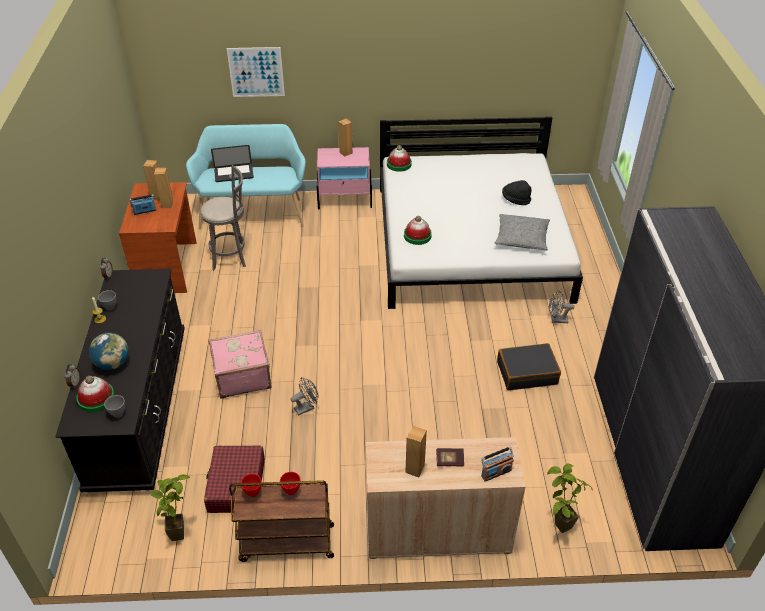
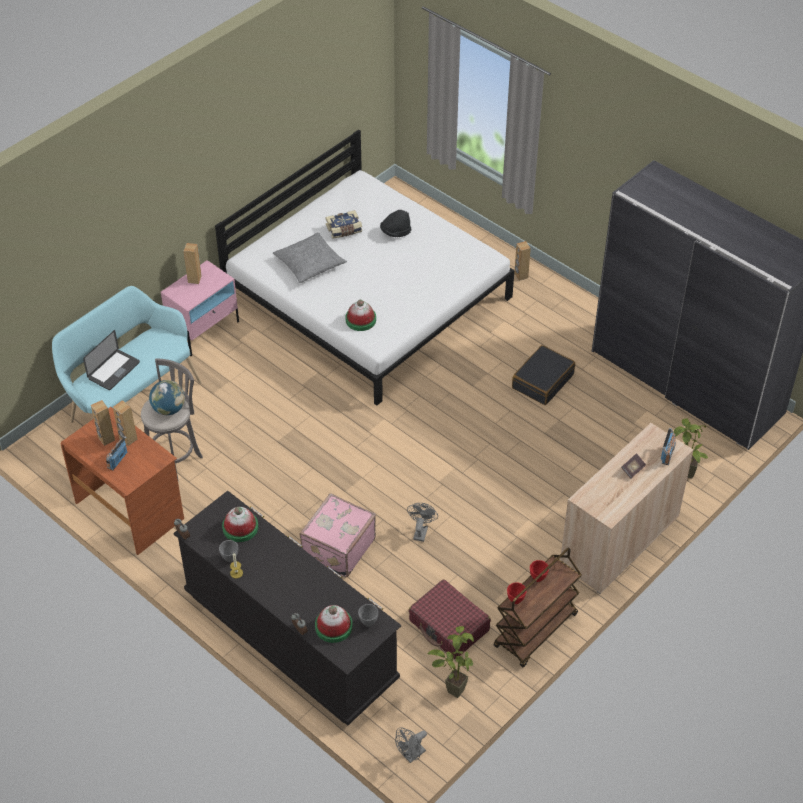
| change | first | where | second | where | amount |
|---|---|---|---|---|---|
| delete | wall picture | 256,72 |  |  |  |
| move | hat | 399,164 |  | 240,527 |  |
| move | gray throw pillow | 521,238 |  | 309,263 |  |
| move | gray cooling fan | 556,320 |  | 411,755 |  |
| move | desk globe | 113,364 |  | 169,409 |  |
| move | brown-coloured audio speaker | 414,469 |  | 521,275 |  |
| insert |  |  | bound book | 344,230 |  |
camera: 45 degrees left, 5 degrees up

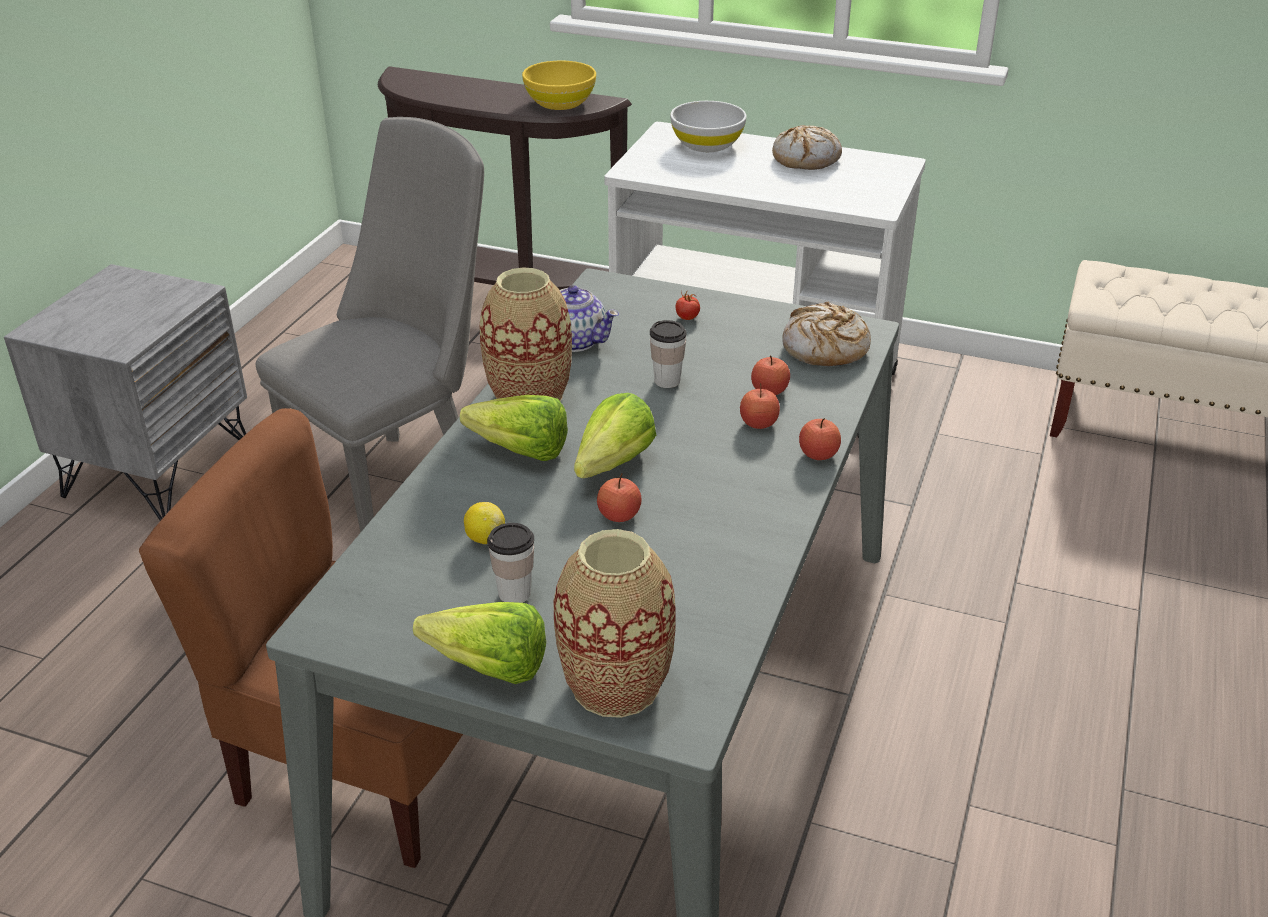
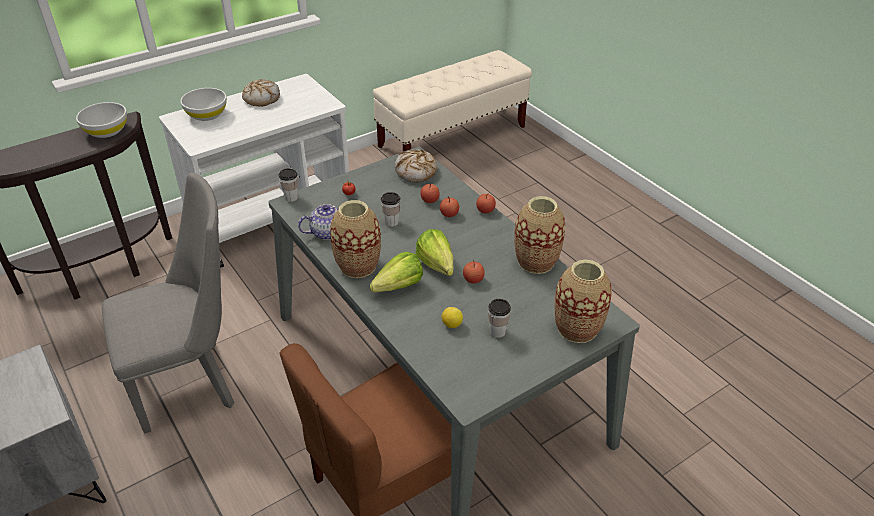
| change | first | where | second | where | amount |
|---|---|---|---|---|---|
| recolor | yellow-coloured bowl | 559,103 | whitish bowl | 106,131 |  |
| rotate | gray chair | 397,482 |  | 192,382 | 75 degrees clockwise |
| delete | head of lettuce | 480,664 |  |  |  |
| insert |  |  | cup | 291,198 |  |
| insert |  |  | decorative vase | 536,261 |  |
camera: 55 degrees left, 5 degrees up

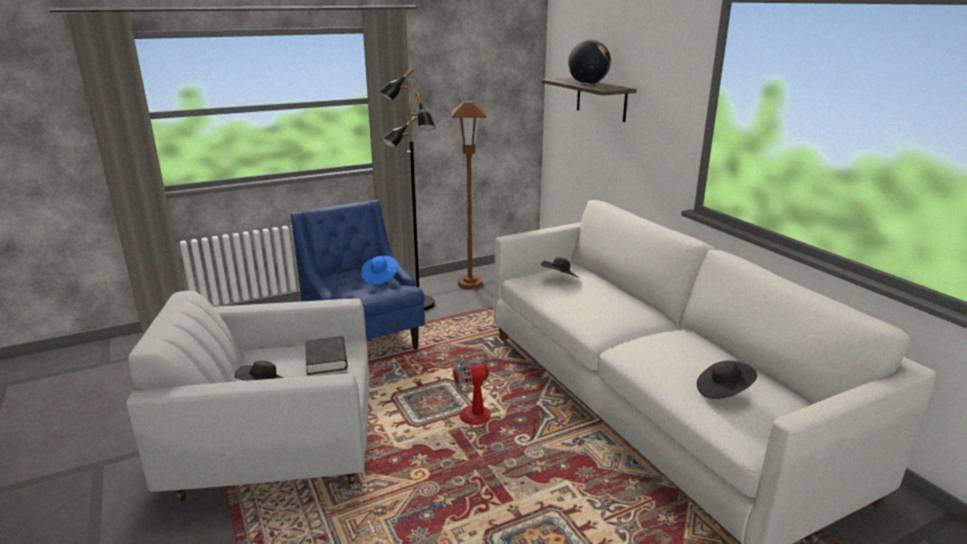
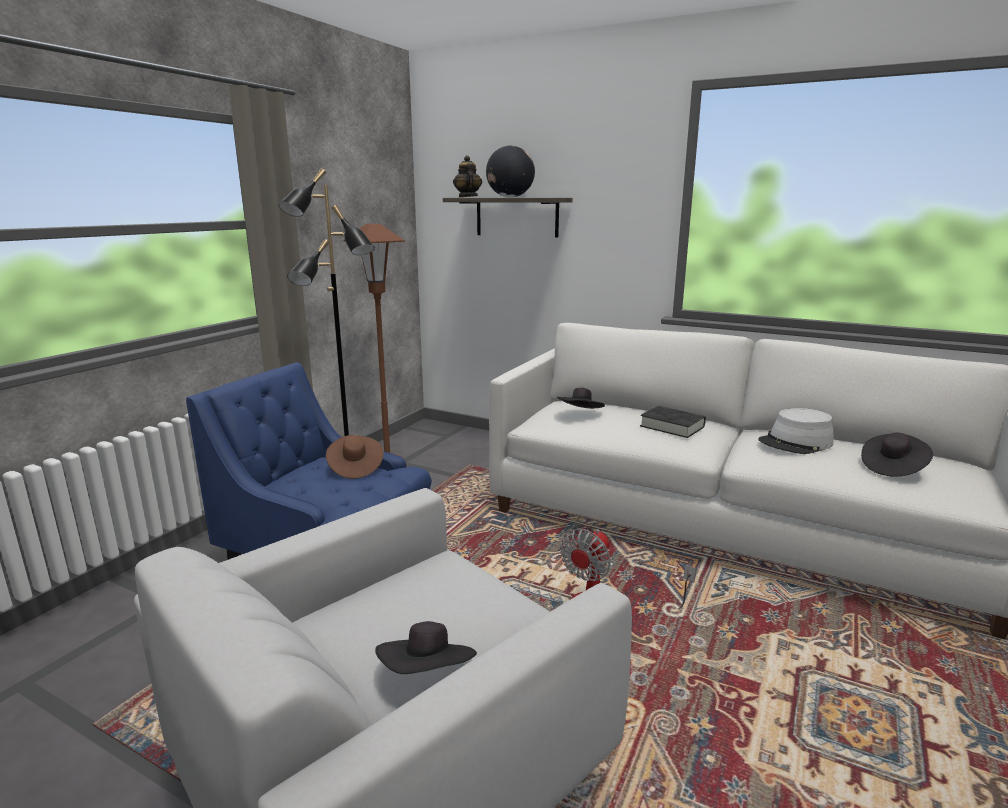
| change | first | where | second | where | amount |
|---|---|---|---|---|---|
| recolor | blue-coloured hat | 380,278 | brown-coloured hat | 355,468 |  |
| move | blackish bound book | 326,359 |  | 672,426 |  |
| insert |  |  | tea pot | 467,197 |  |
| insert |  |  | gray hat | 796,442 |  |
camera: 35 degrees left, 5 degrees down

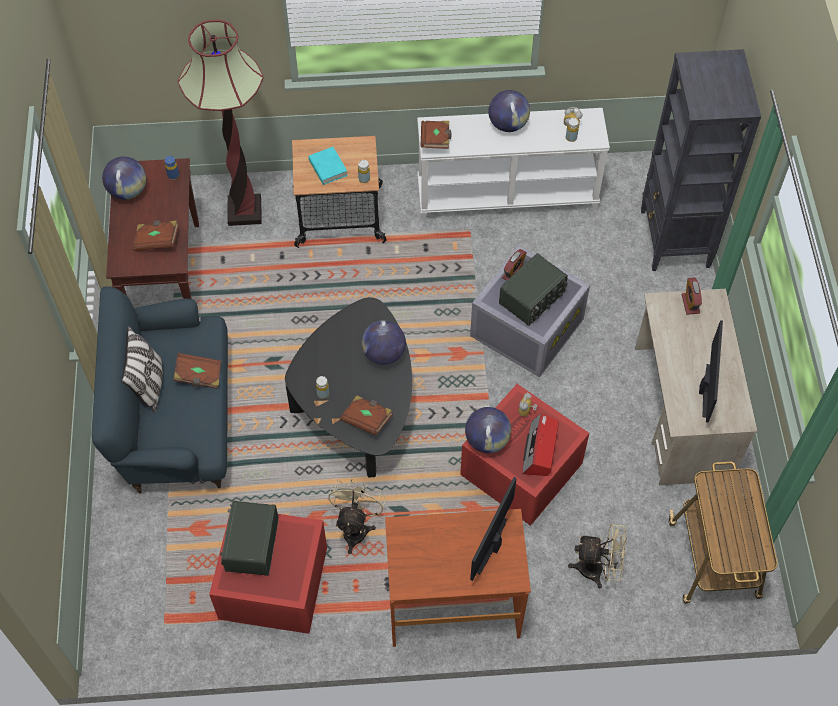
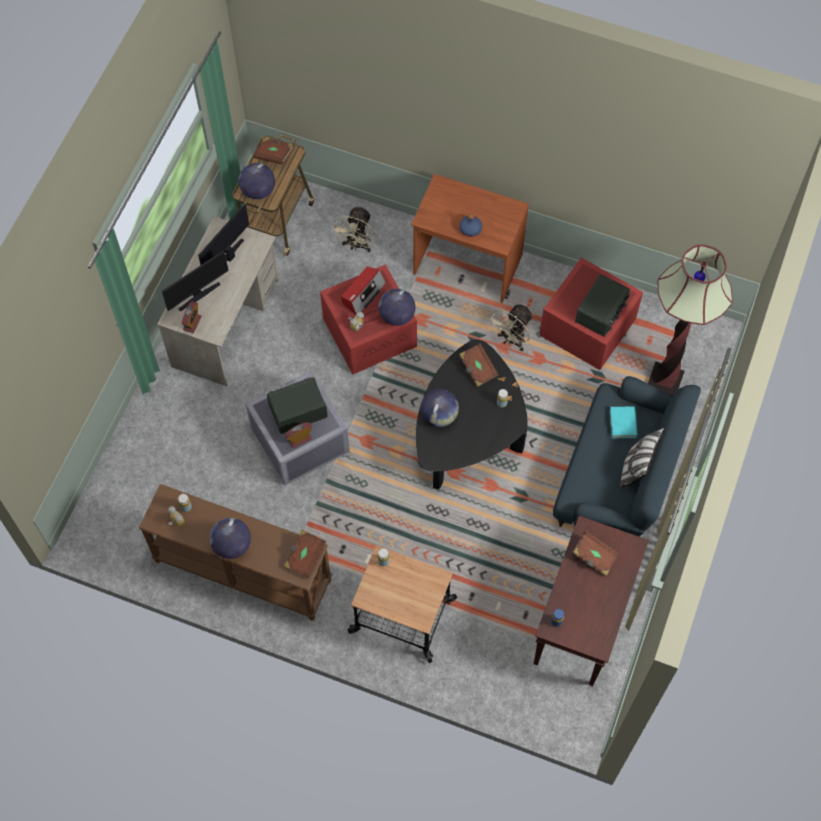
| change | first | where | second | where | amount |
|---|---|---|---|---|---|
| move | floor lamp | 244,211 |  | 664,381 |  |
| delete | blackish bookcase | 674,239 |  |  |  |
| recolor | whitish console table | 507,195 | brown-coloured console table | 242,571 |  |
| move | turquoise-coloured bound book | 328,168 |  | 623,424 |  |
| move | desk globe | 128,191 |  | 258,191 |  |
| move | brown-coloured bound book | 199,376 |  | 274,155 |  |
| move | computer screen | 493,546 |  | 198,295 |  |
| rotate | sand-coloured cooling fan | 597,569 |  | 357,245 | 105 degrees counterclockwise |
| insert |  |  | blue-coloured drink bottle | 470,229 |  |
camera: 155 degrees left, 5 degrees up

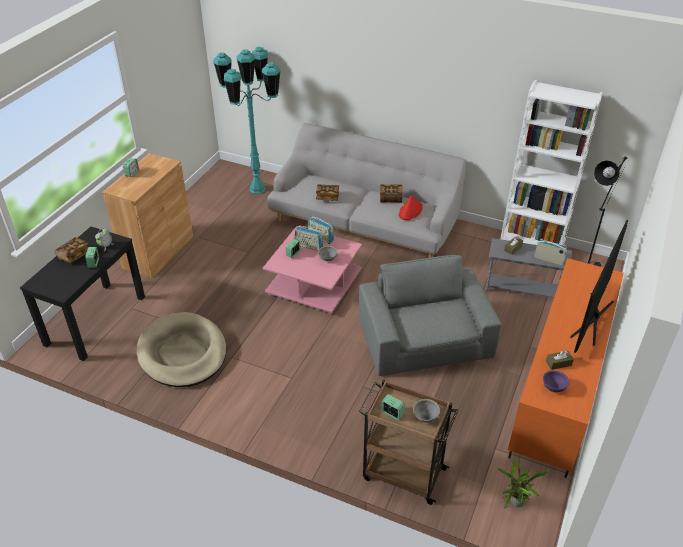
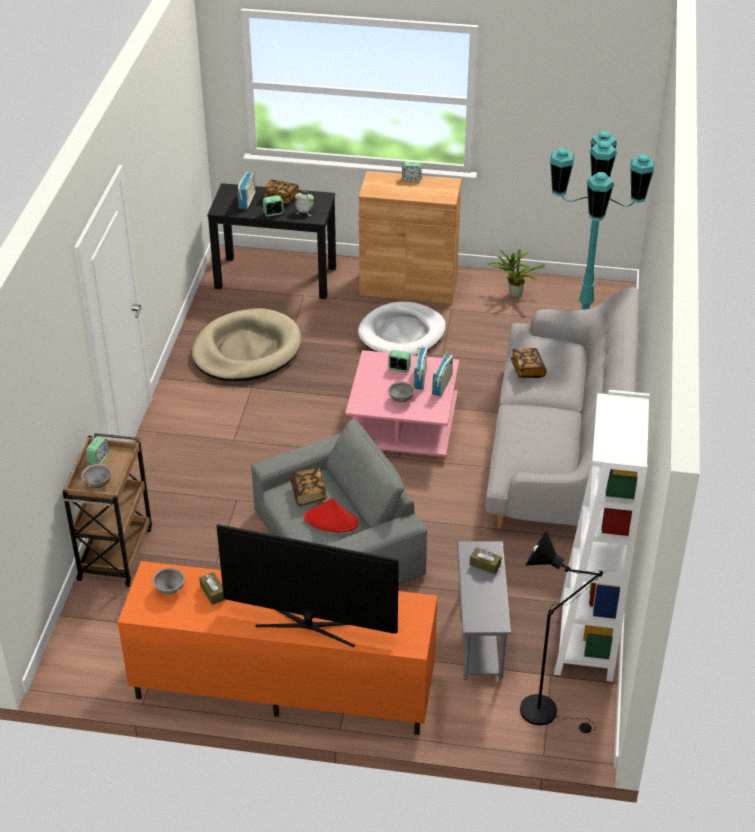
| change | first | where | second | where | amount |
|---|---|---|---|---|---|
| move | bound book | 390,198 |  | 308,493 |  |
| move | red hat | 410,211 |  | 331,521 |  |
| move | radio receiver | 549,259 |  | 247,200 |  |
| recolor | purplish bowl | 553,387 | gray bowl | 170,589 |  |
| move | potted plant | 515,503 |  | 514,293 |  |
| insert |  |  | whitish pet bed | 402,334 |  |
camera: 75 degrees right, 0 degrees up

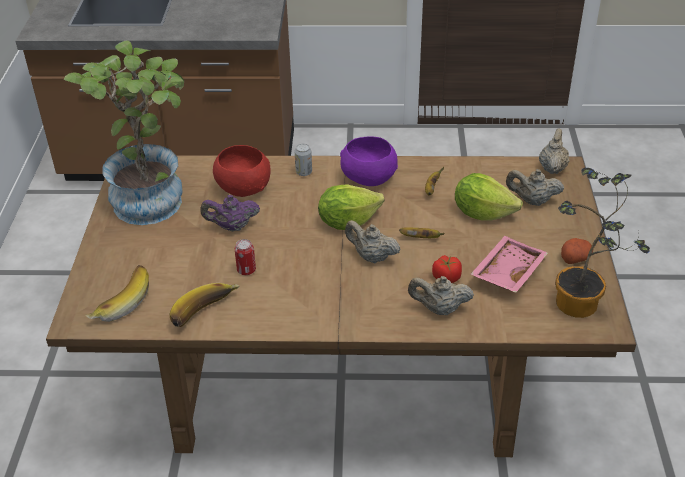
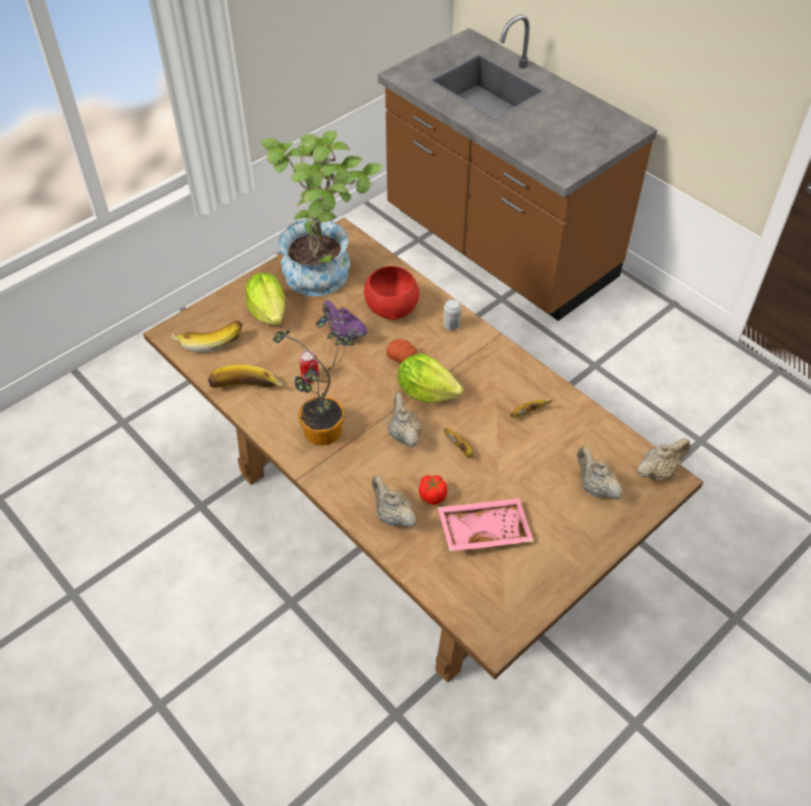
| change | first | where | second | where | amount |
|---|---|---|---|---|---|
| delete | purplish bowl | 368,179 |  |  |  |
| move | potted plant | 582,307 |  | 322,435 |  |
| move | head of lettuce | 482,212 |  | 269,312 |  |
| move | potato | 575,258 |  | 402,358 |  |
camera: 45 degrees right, 10 degrees up

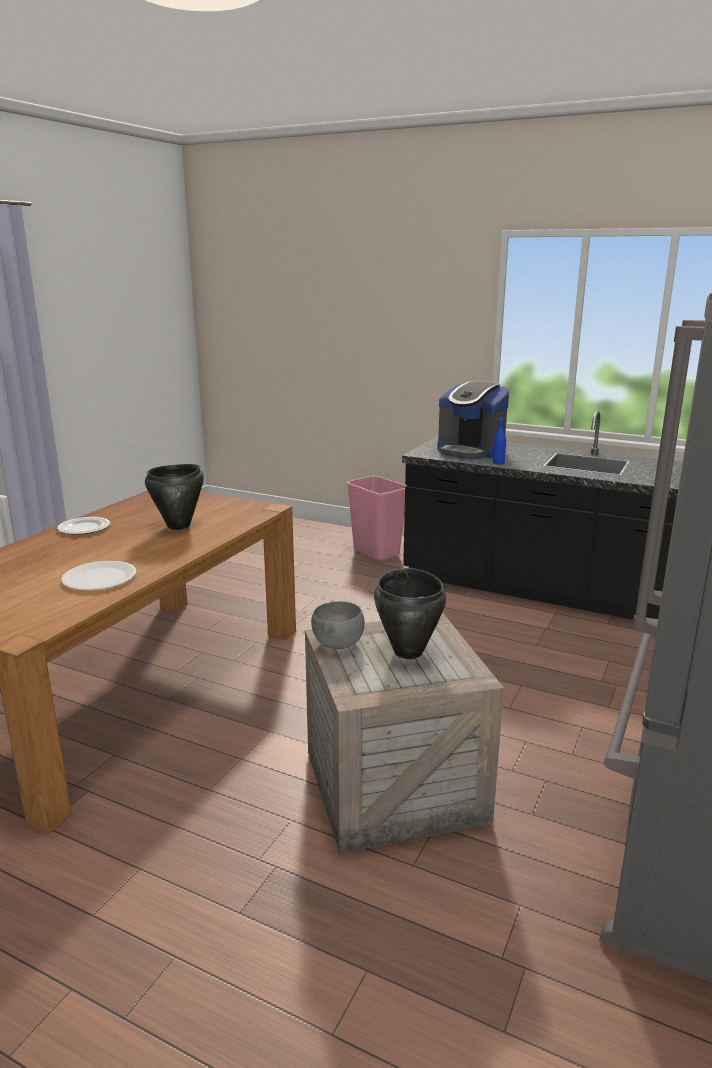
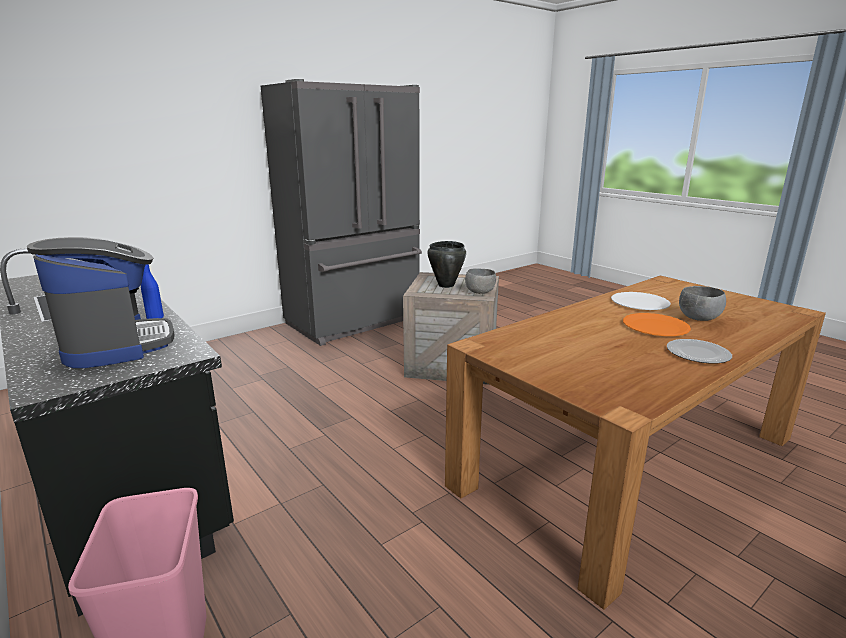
| change | first | where | second | where | amount |
|---|---|---|---|---|---|
| delete | blackish stockpot | 179,526 |  |  |  |
| insert |  |  | gray bowl | 698,319 |  |
| insert |  |  | orangey plate | 655,327 |  |
camera: 155 degrees left, 0 degrees up

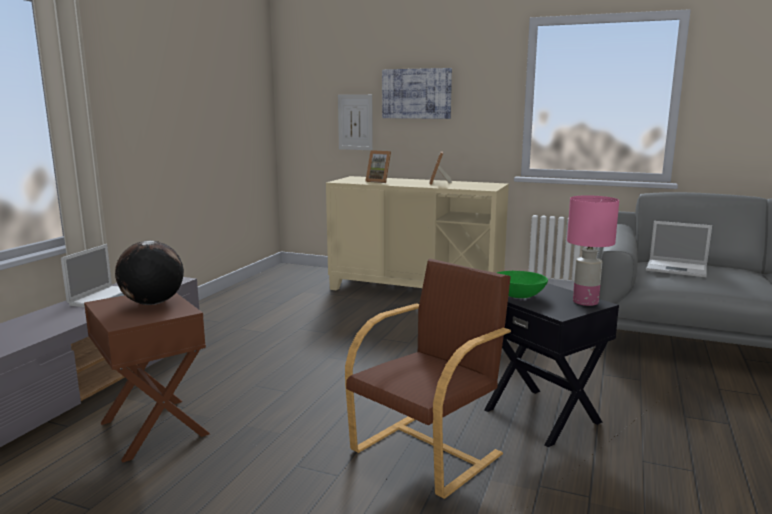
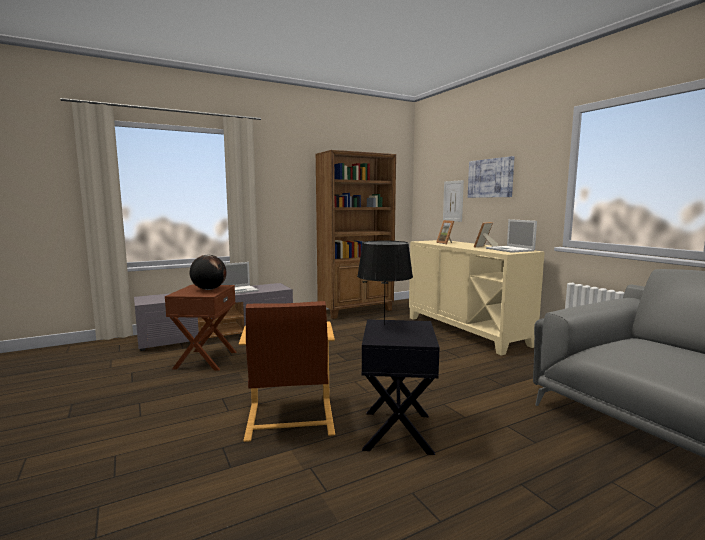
| change | first | where | second | where | amount |
|---|---|---|---|---|---|
| delete | pink-coloured tabletop lamp | 586,302 |  |  |  |
| move | portable computer | 678,269 |  | 510,250 |  |
| rotate | brown-coloured lounge chair | 428,452 |  | 289,420 | 90 degrees clockwise |
| replace | greenish bowl | 519,295 | blackish tabletop lamp | 384,325 |  |
| insert |  |  | brown-coloured bookcase | 356,310 |  |
camera: 40 degrees right, 5 degrees down

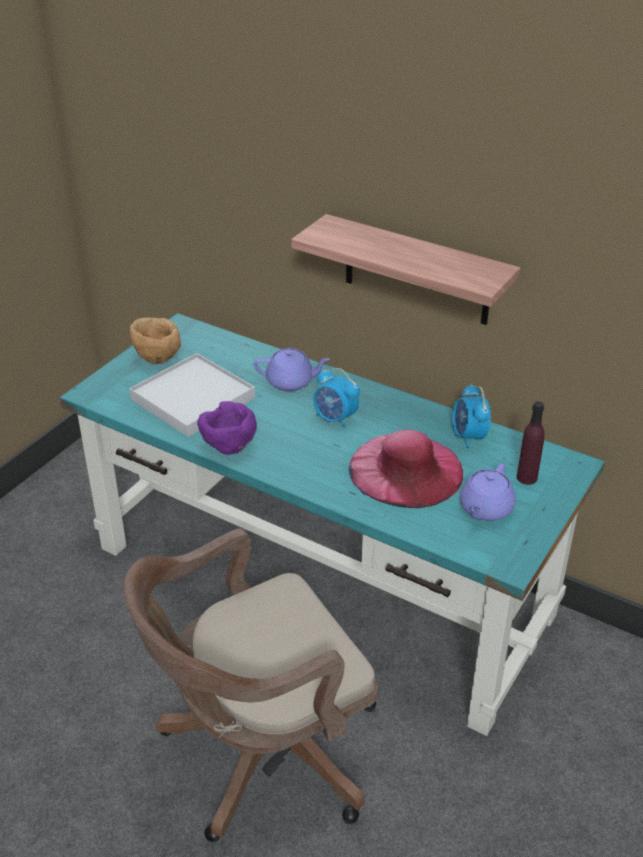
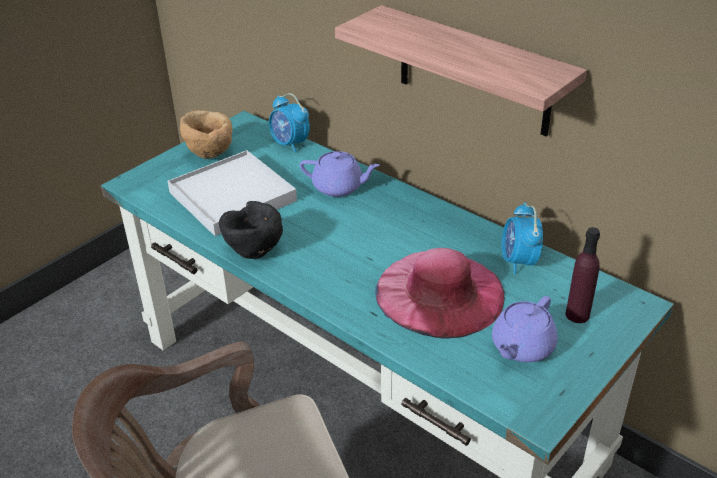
| change | first | where | second | where | amount |
|---|---|---|---|---|---|
| move | alarm clock | 335,419 |  | 290,144 |  |
| recolor | purplish bowl | 228,448 | blackish bowl | 253,252 |  |
camera: 10 degrees right, 0 degrees up

